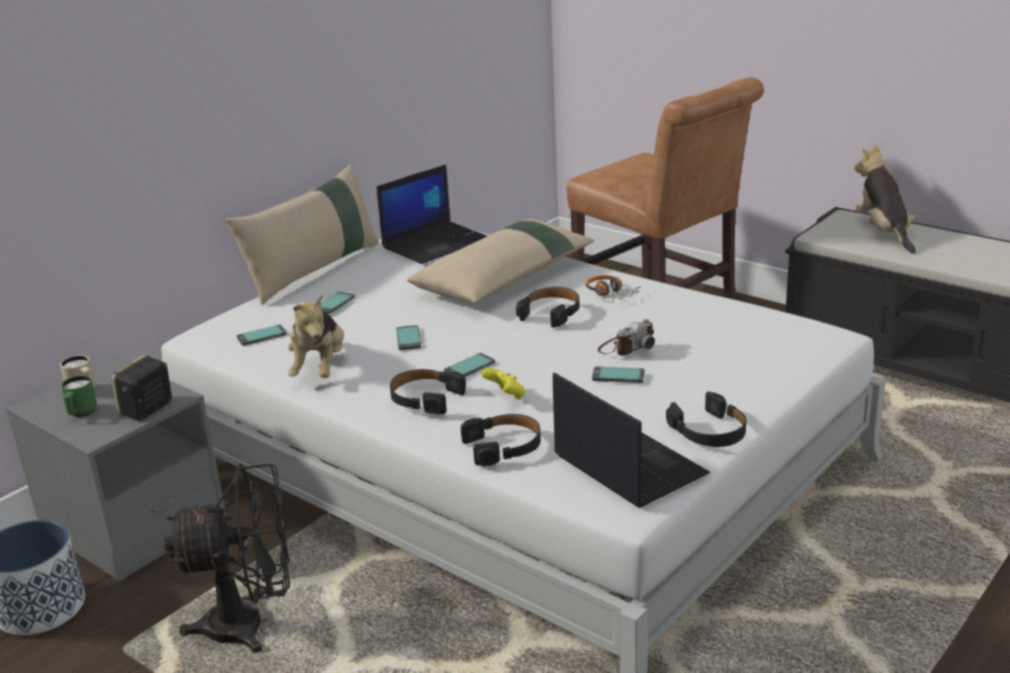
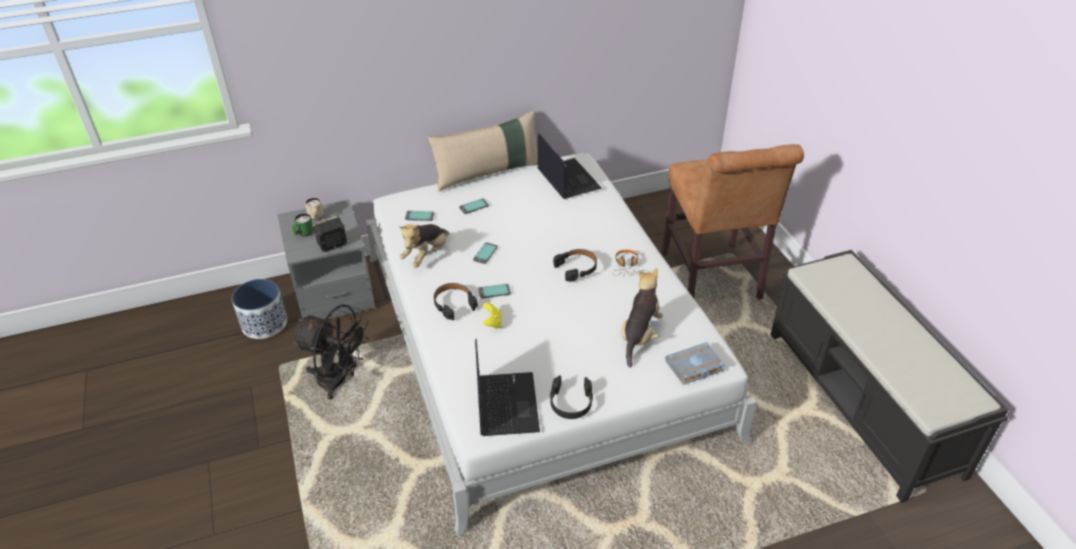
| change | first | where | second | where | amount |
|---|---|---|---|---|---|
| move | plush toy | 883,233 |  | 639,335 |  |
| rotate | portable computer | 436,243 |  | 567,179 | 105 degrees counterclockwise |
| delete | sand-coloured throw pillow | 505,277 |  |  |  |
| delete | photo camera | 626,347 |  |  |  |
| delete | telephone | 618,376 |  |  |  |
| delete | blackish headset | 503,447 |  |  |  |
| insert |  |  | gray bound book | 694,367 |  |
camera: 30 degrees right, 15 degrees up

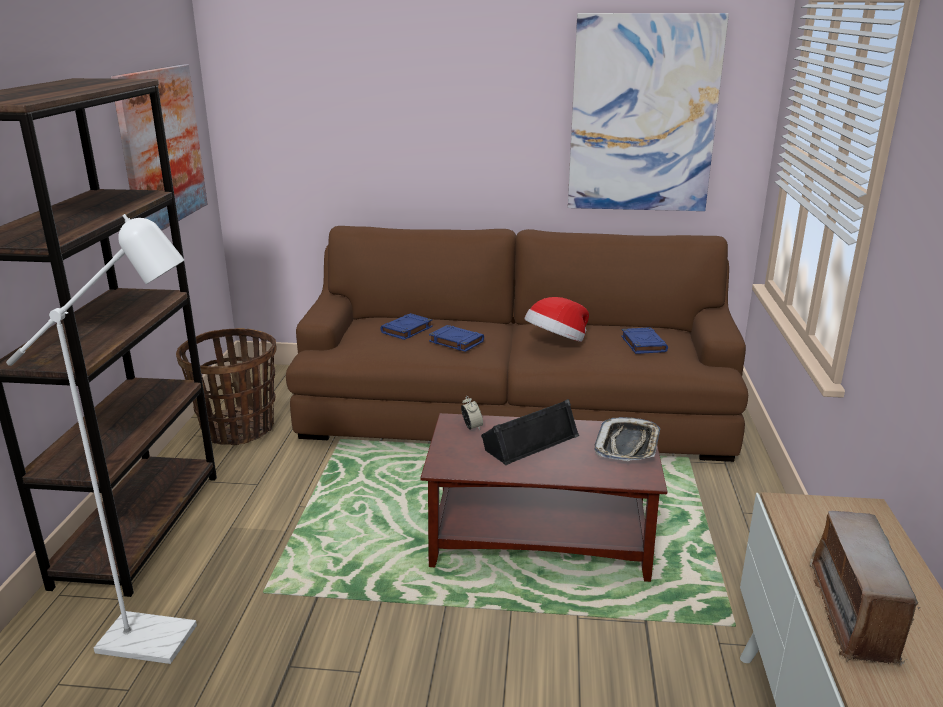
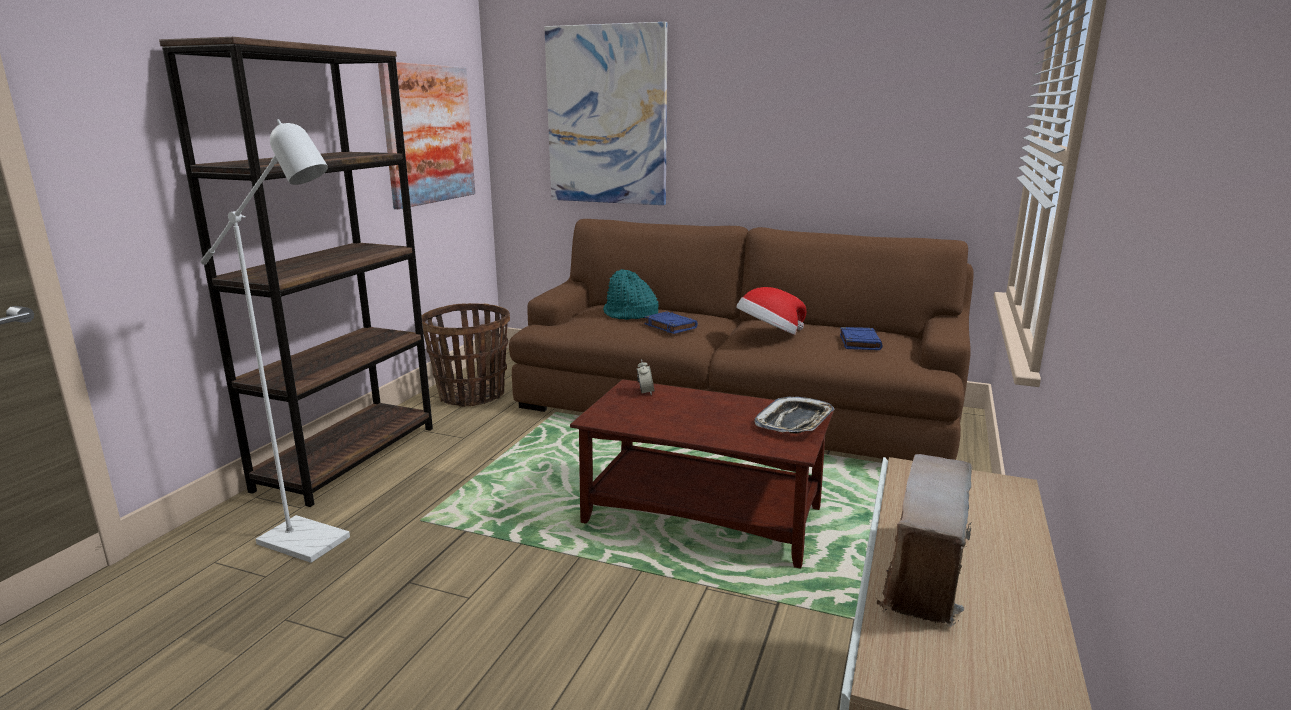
| change | first | where | second | where | amount |
|---|---|---|---|---|---|
| move | wall picture | 643,115 |  | 607,116 |  |
| replace | blue-coloured bound book | 406,330 | turquoise-coloured hat | 630,314 |  |
| delete | blackish audio speaker | 529,441 |  |  |  |
camera: 15 degrees right, 5 degrees down

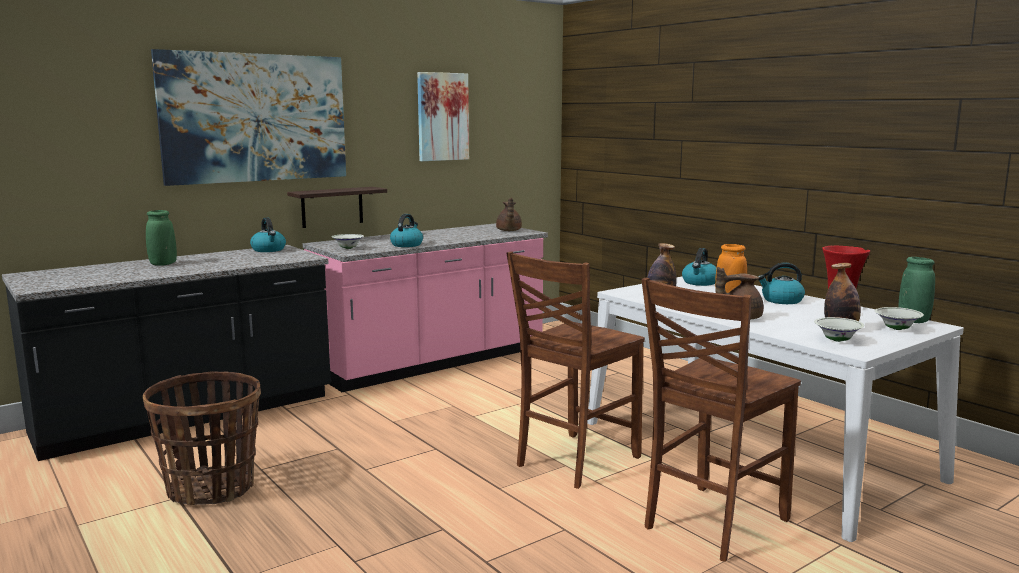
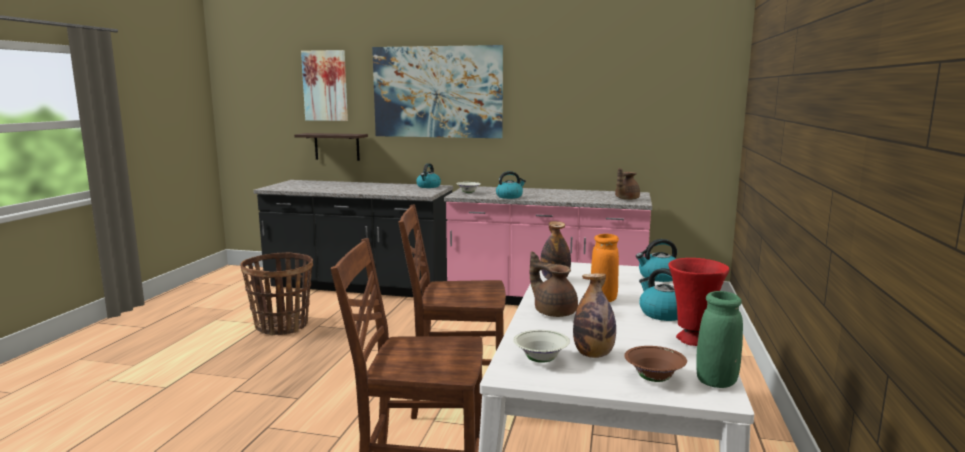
| change | first | where | second | where | amount |
|---|---|---|---|---|---|
| move | wall picture | 442,117 |  | 325,86 |  |
| move | bracket shelf | 332,207 |  | 337,146 |  |
| delete | greenish decorative vase | 163,264 |  |  |  |
| recolor | whitish bowl | 897,329 | brown-coloured bowl | 654,379 |  |
camera: 50 degrees right, 0 degrees up

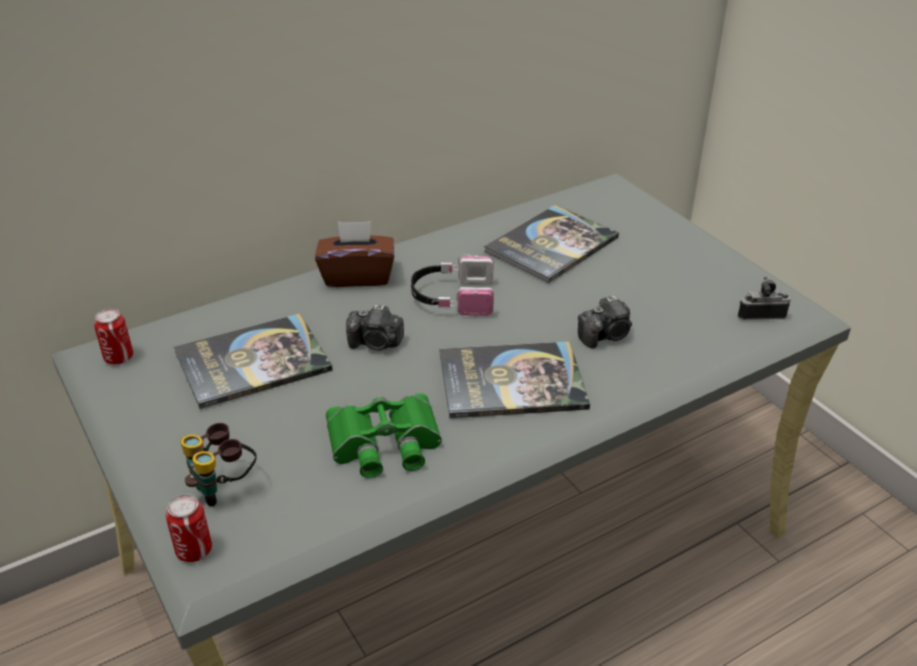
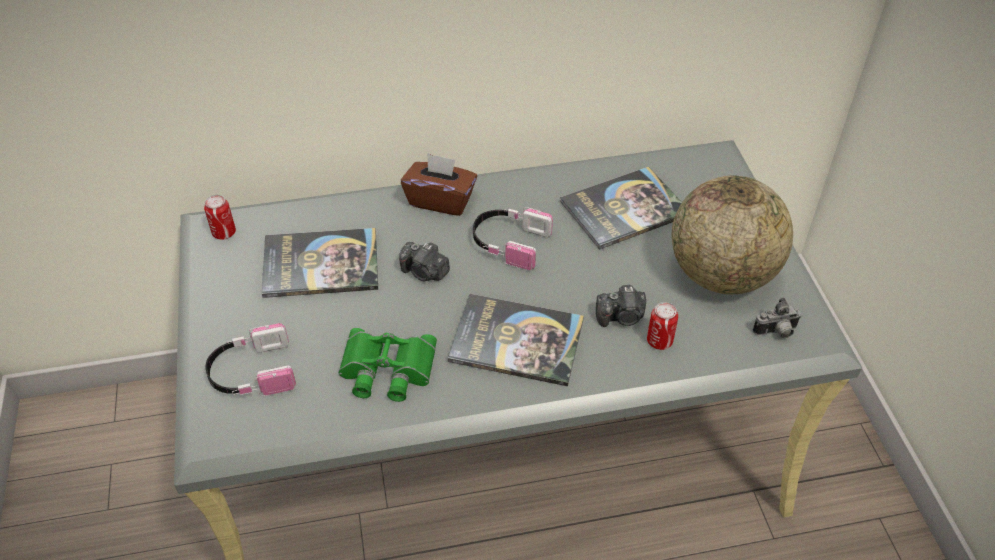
| change | first | where | second | where | amount |
|---|---|---|---|---|---|
| rotate | photo camera | 760,314 |  | 776,332 | 150 degrees clockwise |
| replace | field glasses | 224,487 | headset | 251,373 |  |
| move | sealed can | 194,550 |  | 659,341 |  |
| insert |  |  | desk globe | 721,275 |  |
camera: 20 degrees right, 10 degrees up

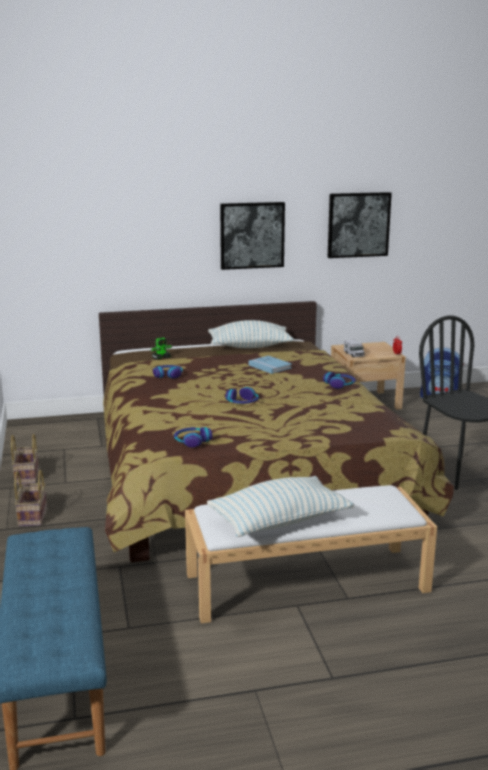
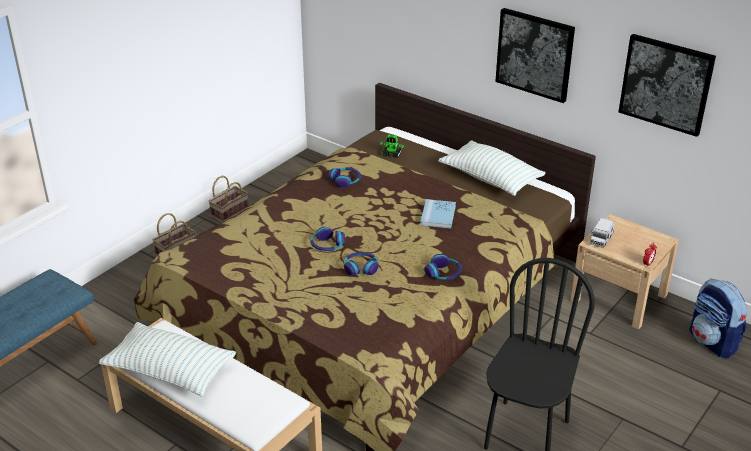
| change | first | where | second | where | amount |
|---|---|---|---|---|---|
| move | headset | 192,441 |  | 361,268 |  |
camera: 50 degrees right, 15 degrees up

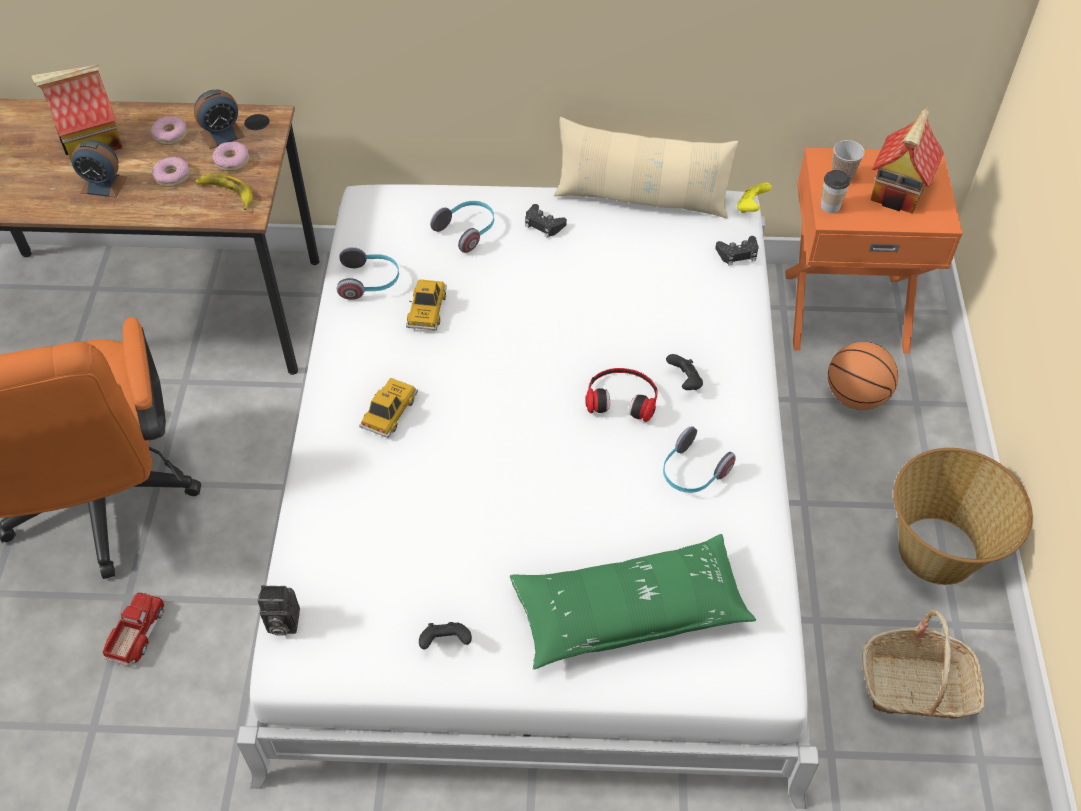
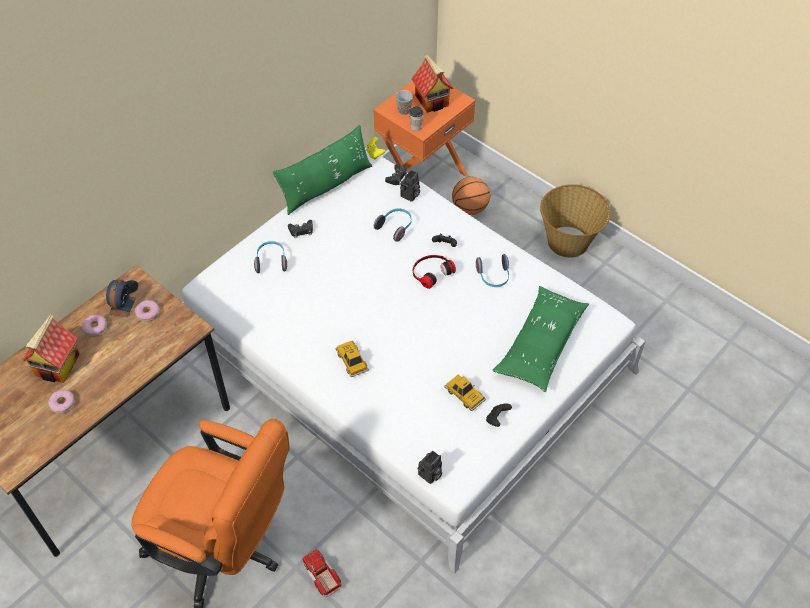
| change | first | where | second | where | amount |
|---|---|---|---|---|---|
| recolor | sand-coloured throw pillow | 641,199 | greenish throw pillow | 326,186 |  |
| delete | alarm clock | 103,185 |  |  |  |
| move | doughnut | 172,176 |  | 62,404 |  |
| delete | whole banana | 227,193 |  |  |  |
| move | headset | 370,282 |  | 395,227 |  |
| move | miniature car | 427,310 |  | 464,394 |  |
| delete | household basket | 917,686 |  |  |  |
| insert |  |  | photo camera | 410,196 |  |
camera: 50 degrees left, 0 degrees up

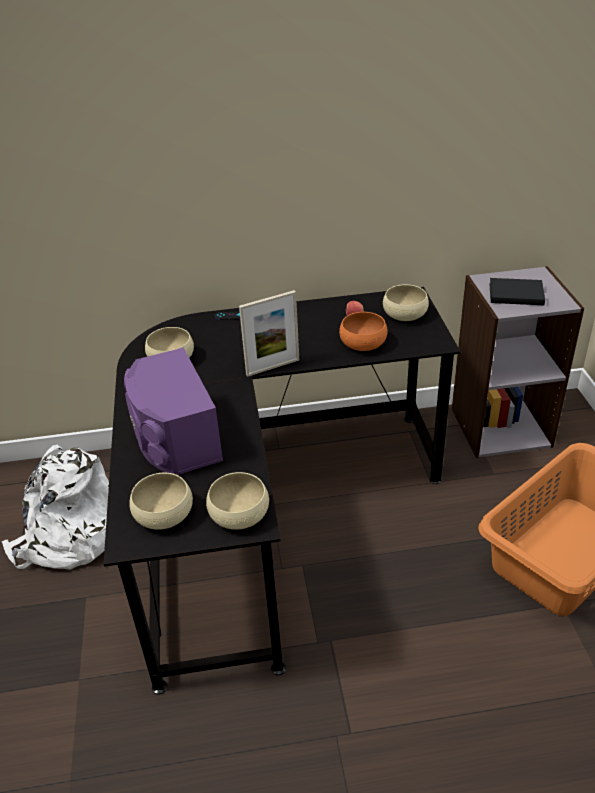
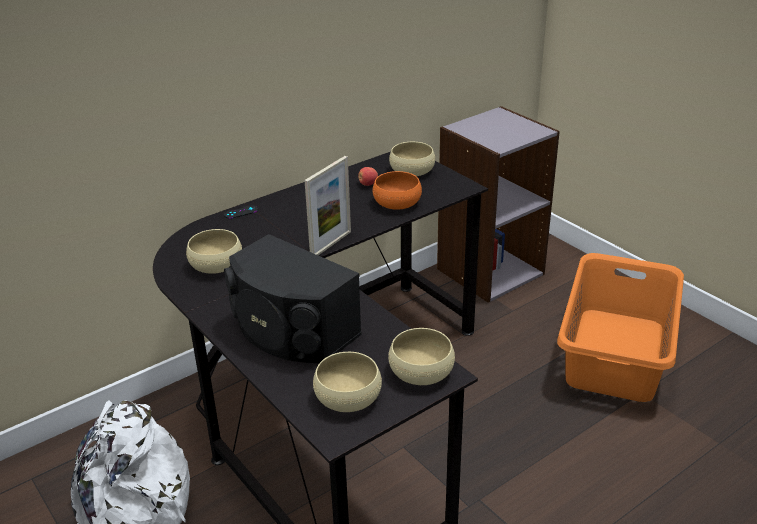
| change | first | where | second | where | amount |
|---|---|---|---|---|---|
| delete | blackish bound book | 514,293 |  |  |  |
| recolor | purplish audio speaker | 174,437 | blackish audio speaker | 291,331 |  |
camera: 30 degrees left, 5 degrees down

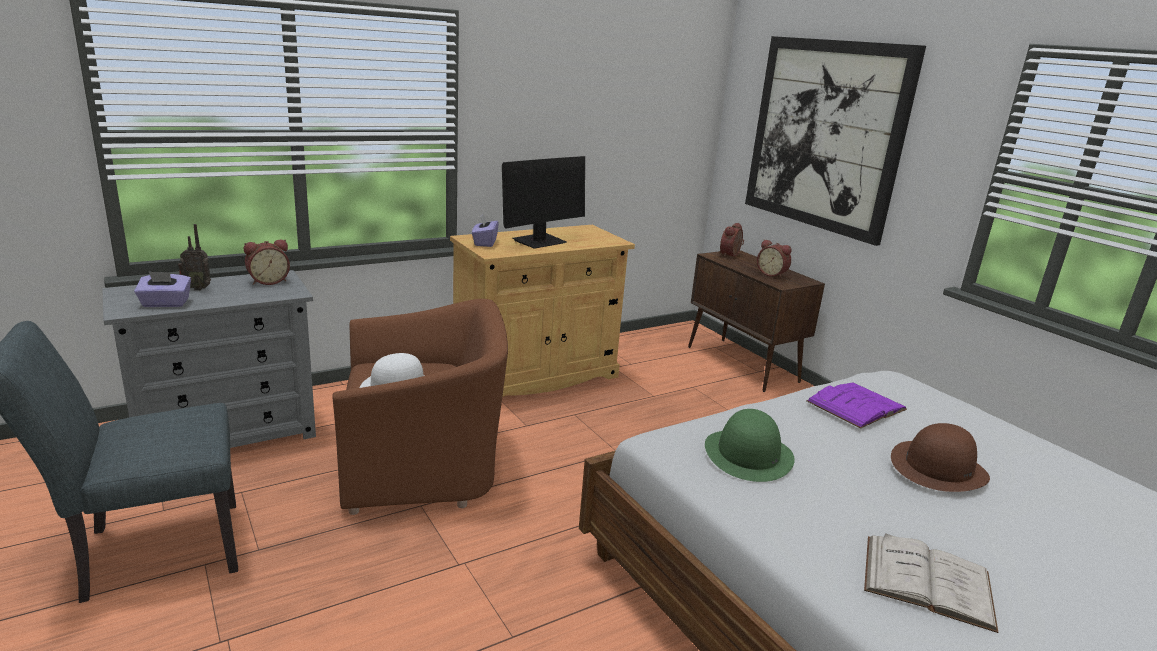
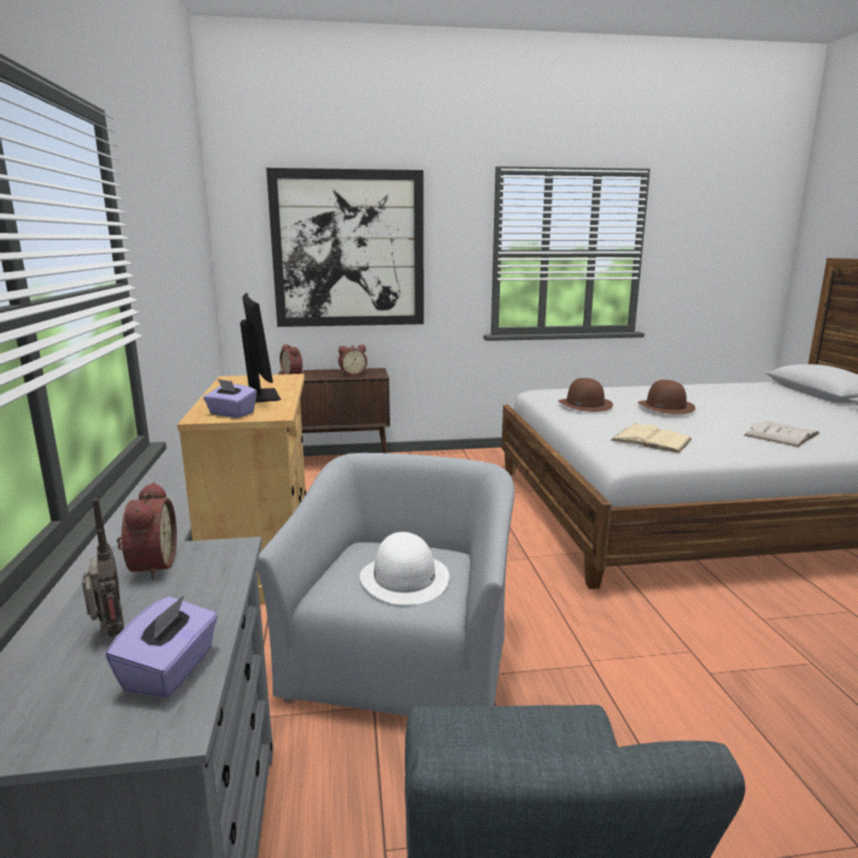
| change | first | where | second | where | amount |
|---|---|---|---|---|---|
| rotate | radio receiver | 197,288 |  | 109,635 | 45 degrees counterclockwise |
| recolor | brown-coloured lounge chair | 423,464 | gray lounge chair | 402,661 |  |
| replace | purplish bound book | 856,405 | brown-coloured hat | 584,404 |  |
| replace | greenish hat | 748,455 | sand-coloured bound book | 651,440 |  |
camera: 65 degrees left, 5 degrees down

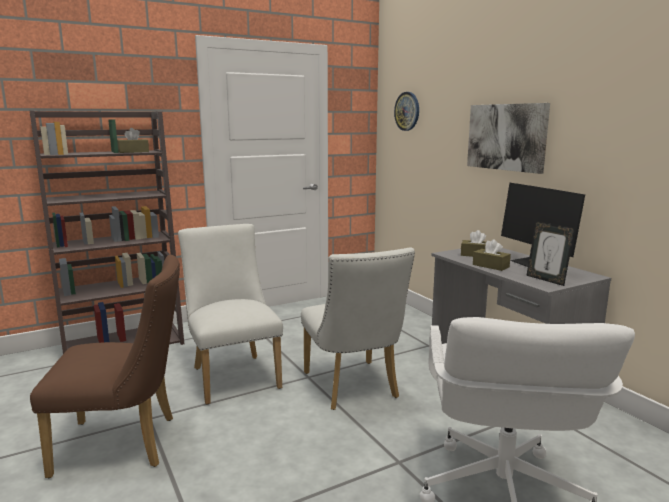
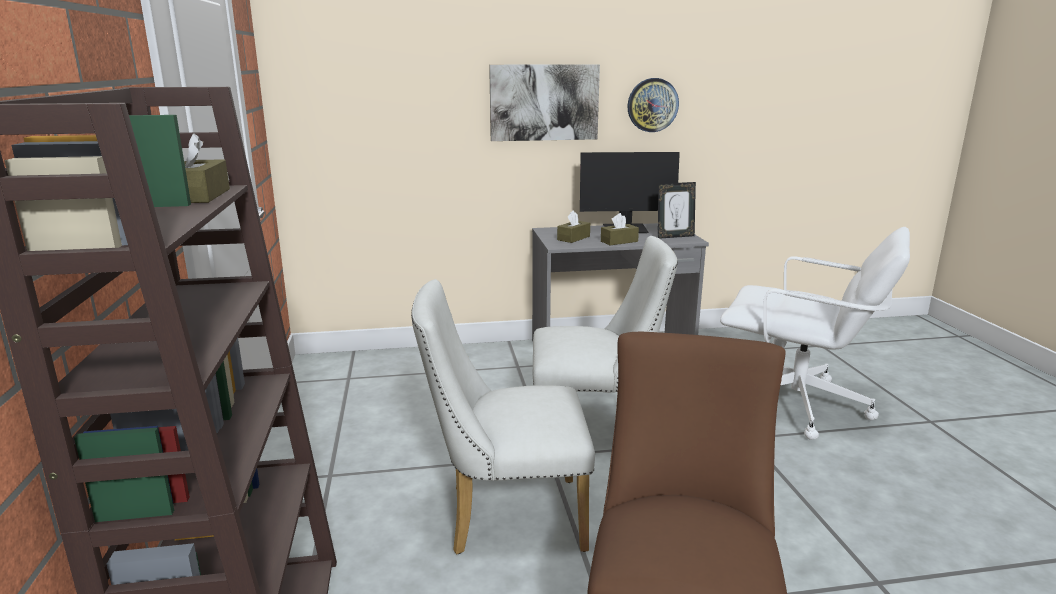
| change | first | where | second | where | amount |
|---|---|---|---|---|---|
| move | wall clock | 407,111 |  | 652,105 |  |
camera: 70 degrees left, 5 degrees up

